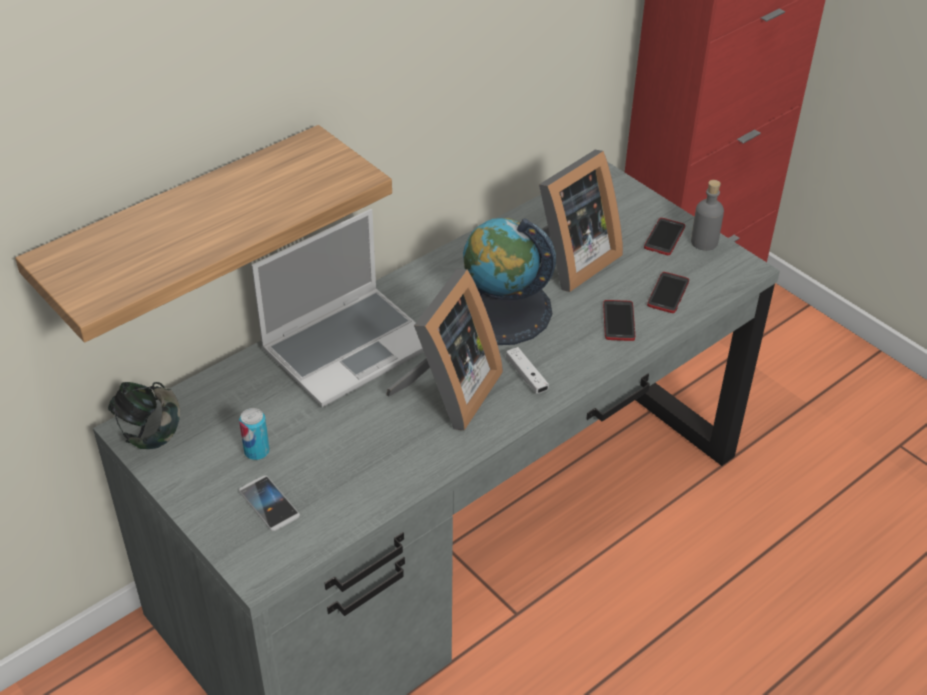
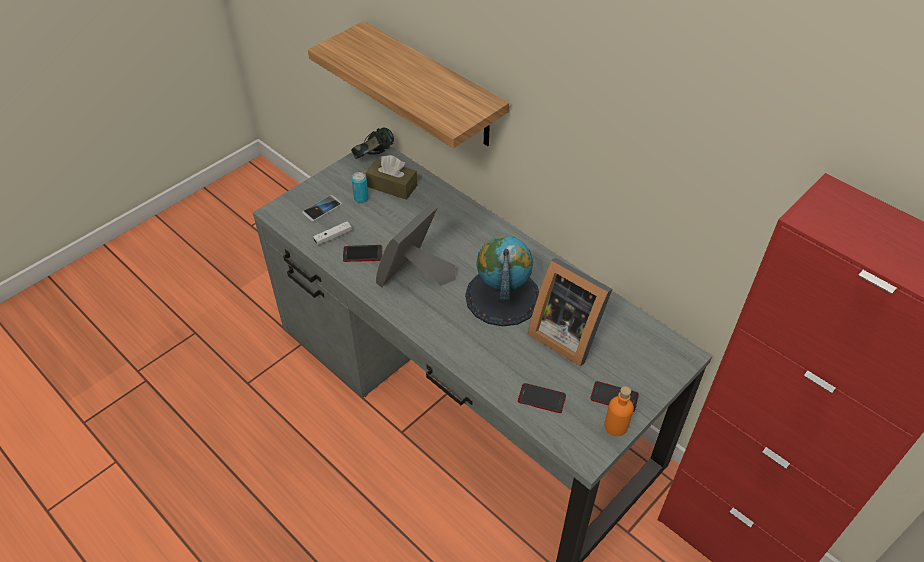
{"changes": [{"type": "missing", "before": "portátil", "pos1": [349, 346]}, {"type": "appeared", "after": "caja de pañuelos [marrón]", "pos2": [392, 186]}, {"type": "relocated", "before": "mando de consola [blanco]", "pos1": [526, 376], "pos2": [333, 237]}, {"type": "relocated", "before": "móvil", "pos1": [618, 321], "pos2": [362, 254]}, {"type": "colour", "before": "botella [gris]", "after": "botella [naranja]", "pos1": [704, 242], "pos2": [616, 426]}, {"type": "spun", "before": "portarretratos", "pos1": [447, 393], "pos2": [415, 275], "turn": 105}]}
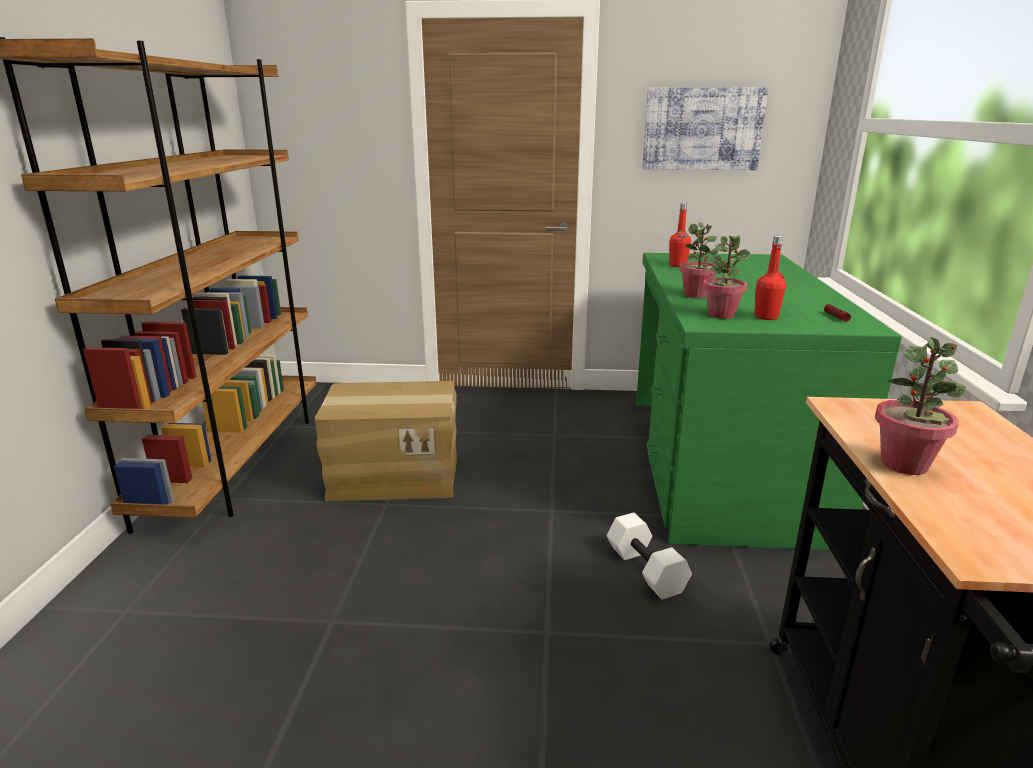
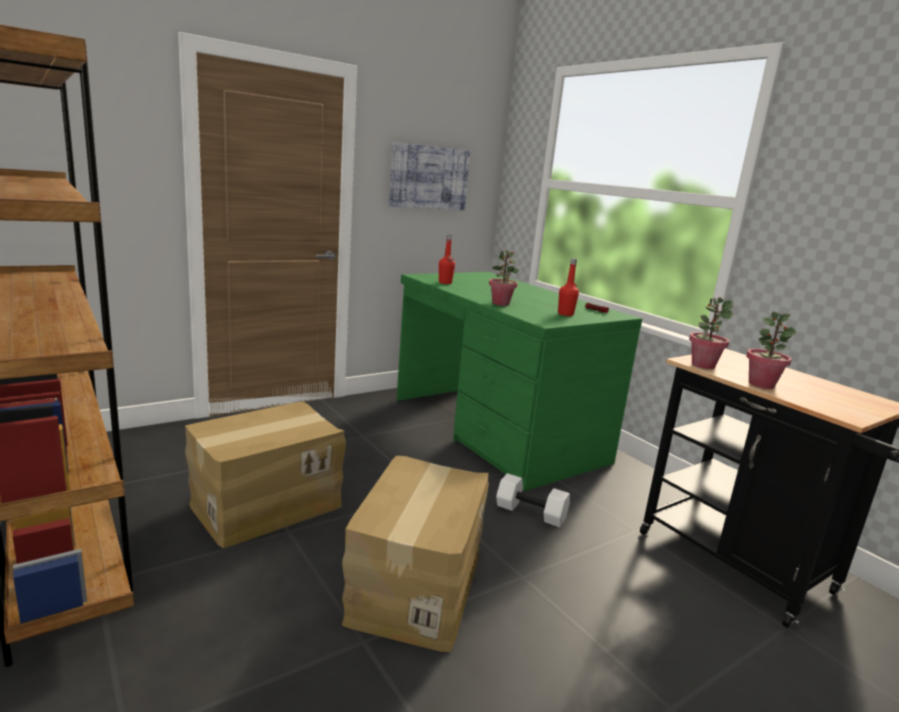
{"changes": [{"type": "appeared", "after": "caja de cartón", "pos2": [414, 586]}, {"type": "relocated", "before": "planta en maceta", "pos1": [721, 315], "pos2": [703, 365]}]}
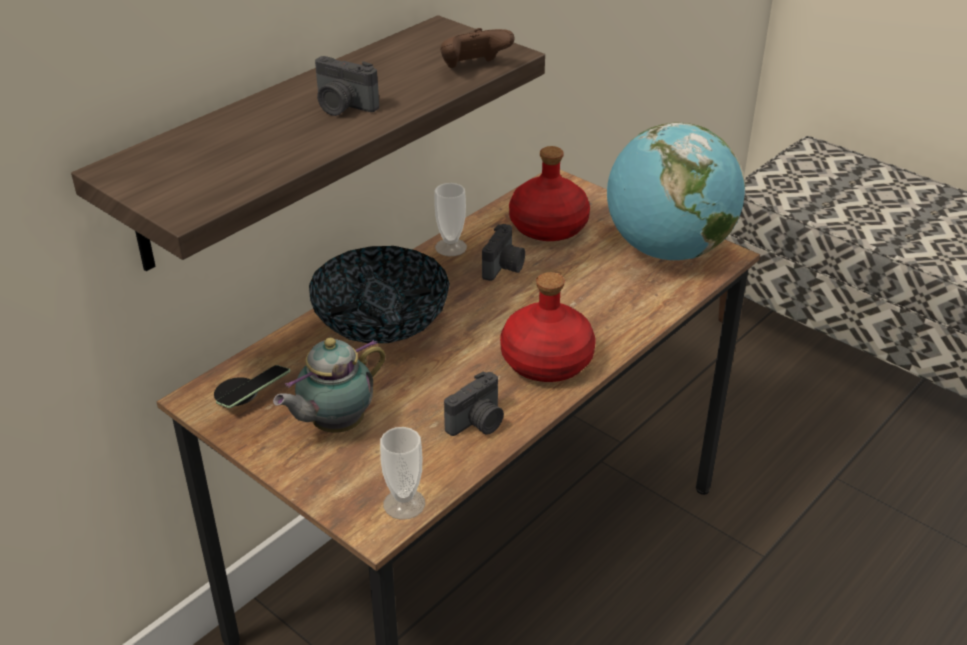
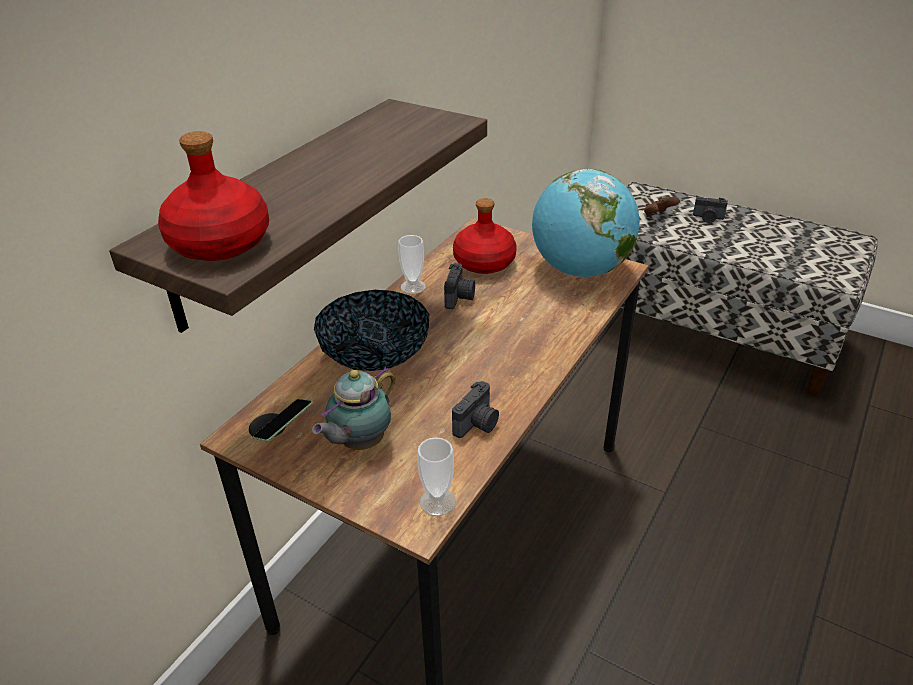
{"changes": [{"type": "relocated", "before": "cámara", "pos1": [343, 107], "pos2": [708, 218]}, {"type": "relocated", "before": "mando de consola [marrón]", "pos1": [473, 69], "pos2": [658, 216]}, {"type": "relocated", "before": "botella [rojo]", "pos1": [547, 360], "pos2": [220, 242]}]}
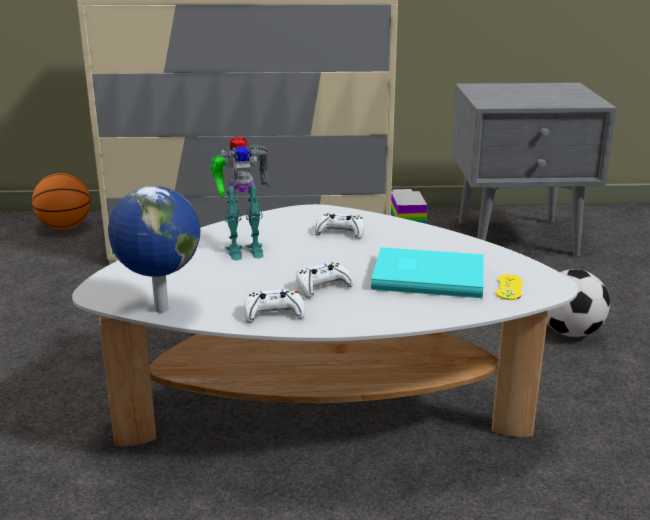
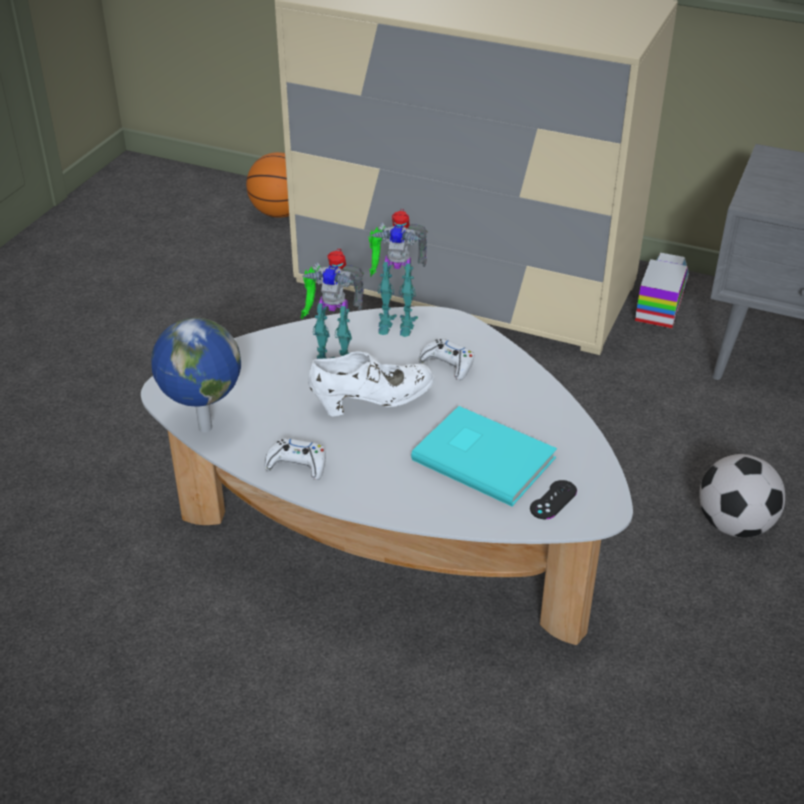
{"changes": [{"type": "missing", "before": "mando de consola [blanco]", "pos1": [322, 287]}, {"type": "appeared", "after": "zapato [blanco]", "pos2": [373, 403]}, {"type": "appeared", "after": "robot de juguete", "pos2": [395, 321]}, {"type": "colour", "before": "mando de consola [amarillo]", "after": "mando de consola [negro]", "pos1": [509, 287], "pos2": [553, 500]}]}
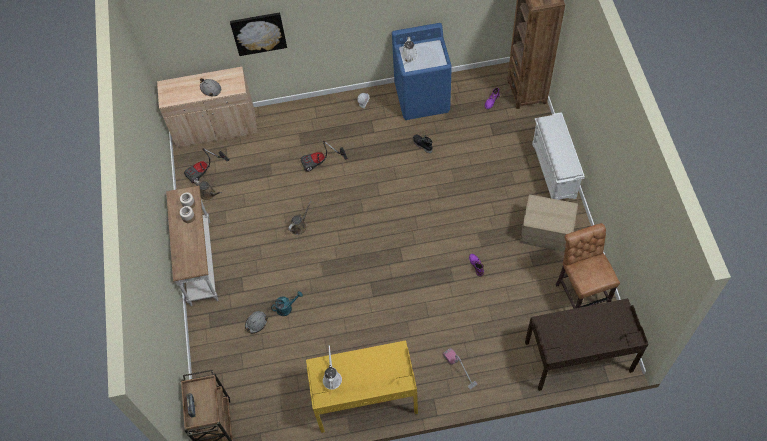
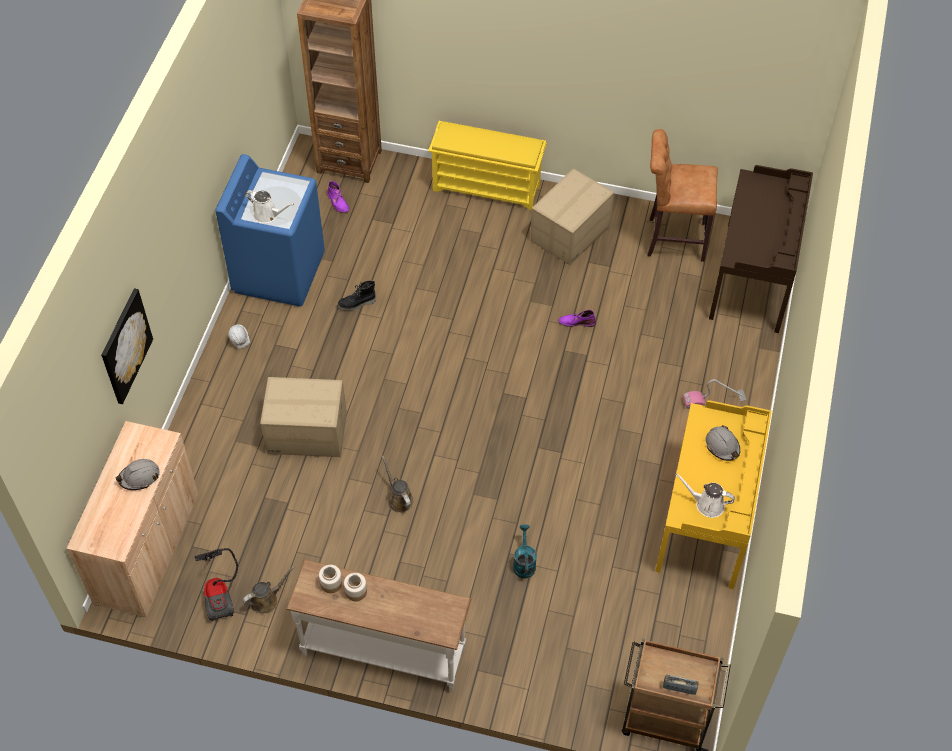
{"changes": [{"type": "relocated", "before": "casco [gris]", "pos1": [256, 323], "pos2": [722, 446]}, {"type": "exchanged", "before": "aspiradora", "after": "caja de cartón", "pos1": [320, 163], "pos2": [306, 433]}, {"type": "colour", "before": "zapatero [blanco]", "after": "zapatero [amarillo]", "pos1": [554, 171], "pos2": [487, 187]}]}
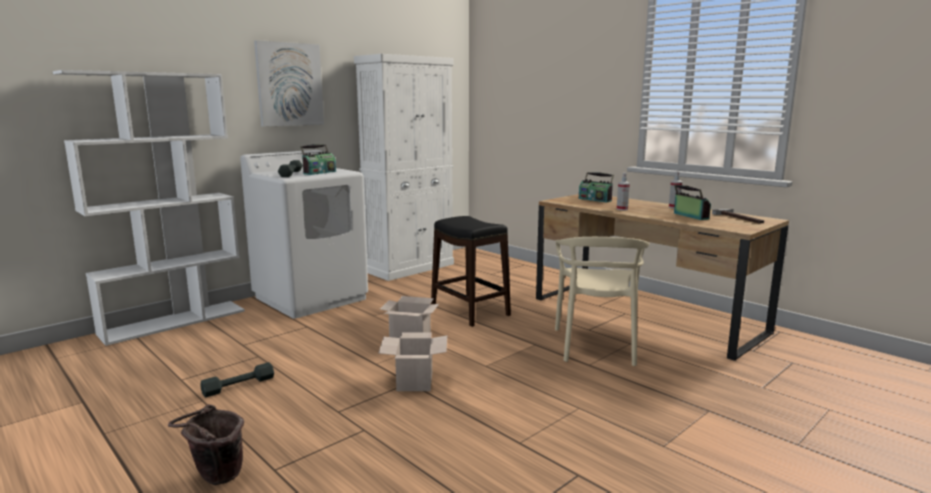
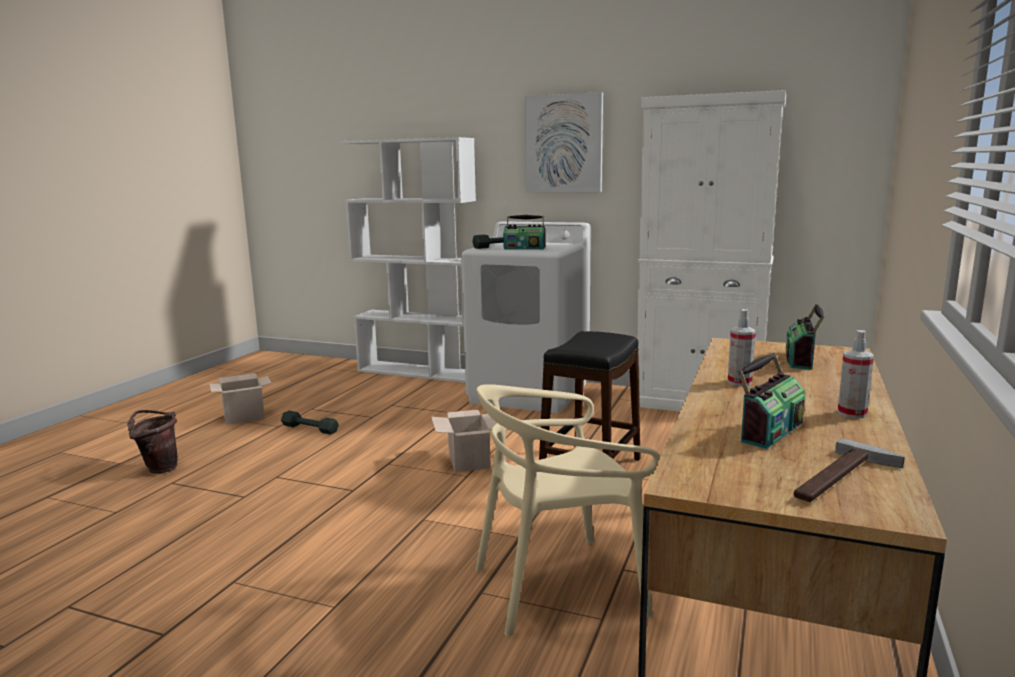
{"changes": [{"type": "relocated", "before": "caja de cartón", "pos1": [414, 381], "pos2": [245, 416]}]}
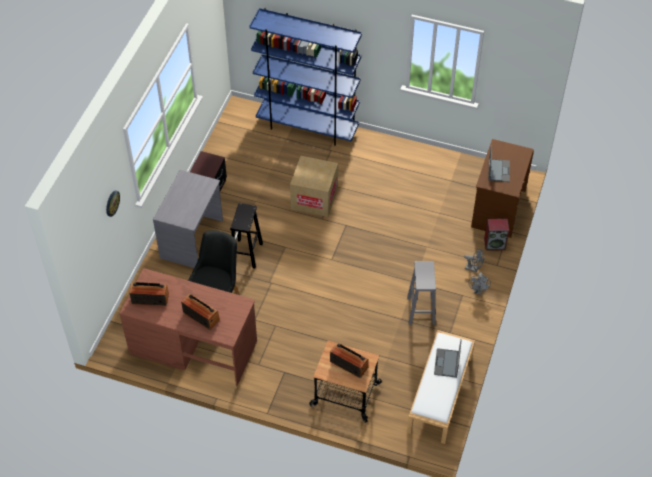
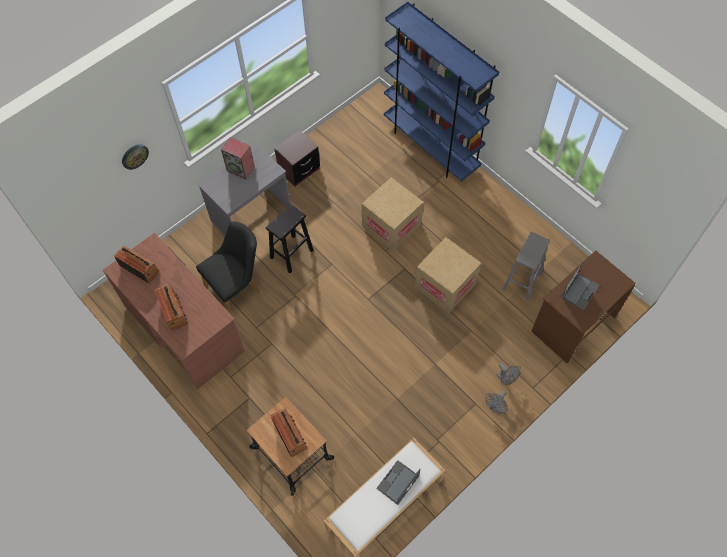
{"changes": [{"type": "appeared", "after": "caja de cartón", "pos2": [445, 285]}, {"type": "relocated", "before": "taburete [gris]", "pos1": [420, 310], "pos2": [522, 281]}, {"type": "relocated", "before": "altavoz", "pos1": [495, 244], "pos2": [241, 168]}]}
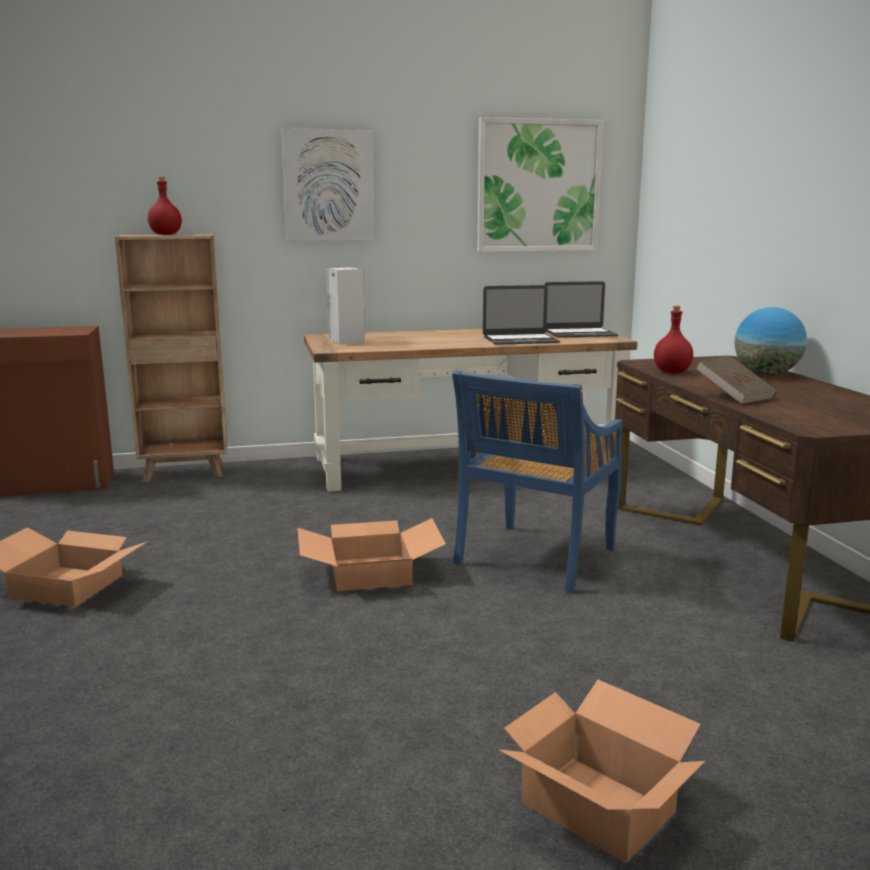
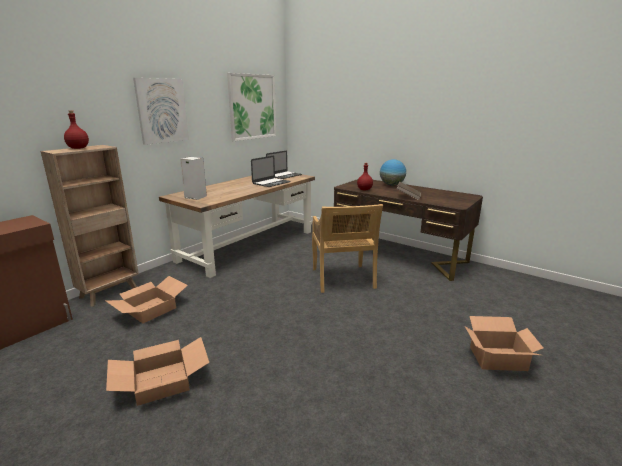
{"changes": [{"type": "relocated", "before": "caja de cartón", "pos1": [371, 572], "pos2": [151, 309]}, {"type": "colour", "before": "silla [azul]", "after": "silla [beis]", "pos1": [534, 558], "pos2": [343, 279]}]}
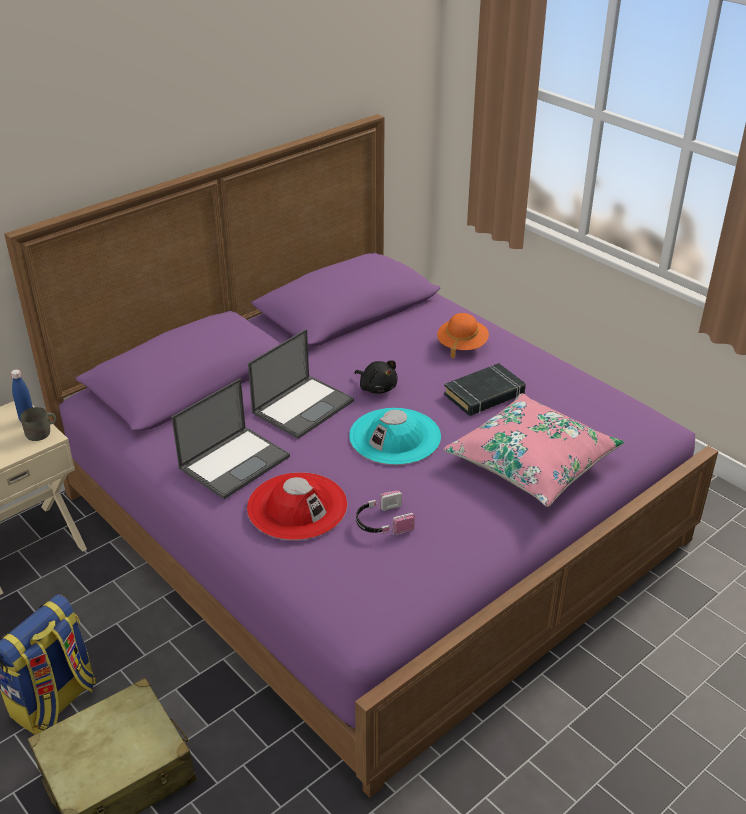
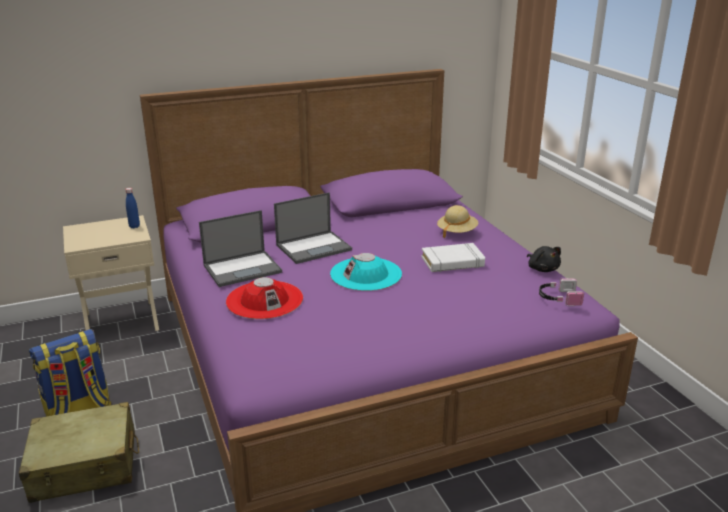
{"changes": [{"type": "missing", "before": "taza grande [gris]", "pos1": [42, 433]}, {"type": "missing", "before": "cojín [rosa]", "pos1": [531, 462]}, {"type": "relocated", "before": "peluche [negro]", "pos1": [377, 387], "pos2": [542, 269]}, {"type": "relocated", "before": "auriculares", "pos1": [382, 523], "pos2": [558, 298]}, {"type": "colour", "before": "sombrero [naranja]", "after": "sombrero [beis]", "pos1": [462, 345], "pos2": [457, 232]}, {"type": "colour", "before": "libro [negro]", "after": "libro [blanco]", "pos1": [484, 395], "pos2": [452, 262]}]}
